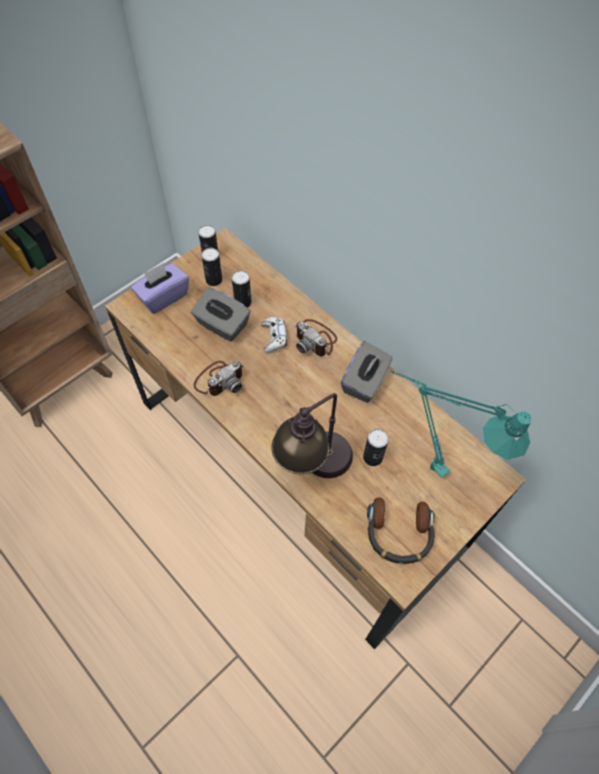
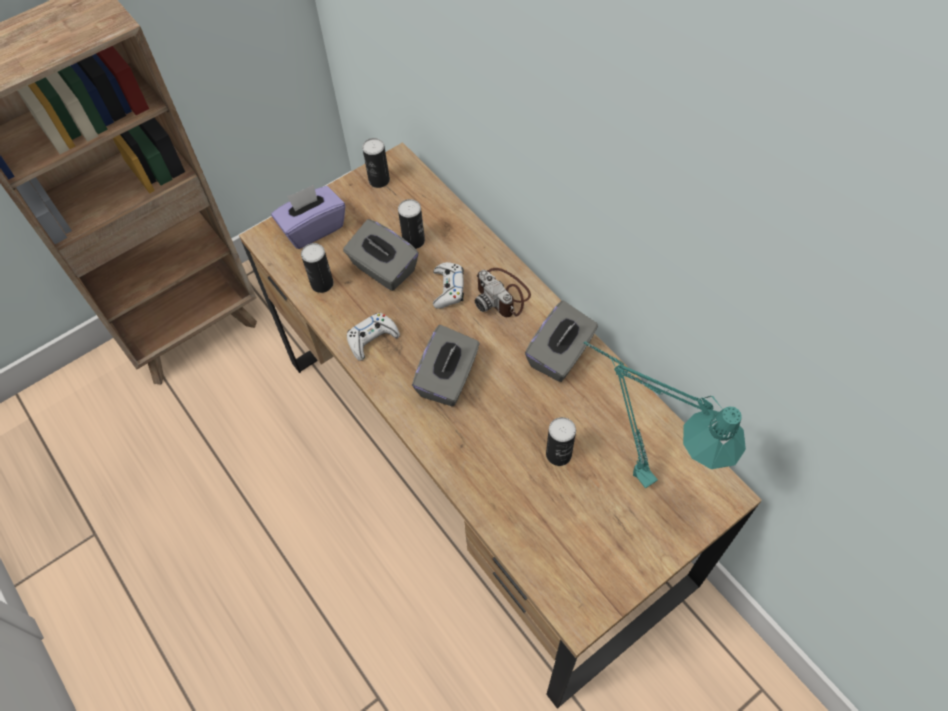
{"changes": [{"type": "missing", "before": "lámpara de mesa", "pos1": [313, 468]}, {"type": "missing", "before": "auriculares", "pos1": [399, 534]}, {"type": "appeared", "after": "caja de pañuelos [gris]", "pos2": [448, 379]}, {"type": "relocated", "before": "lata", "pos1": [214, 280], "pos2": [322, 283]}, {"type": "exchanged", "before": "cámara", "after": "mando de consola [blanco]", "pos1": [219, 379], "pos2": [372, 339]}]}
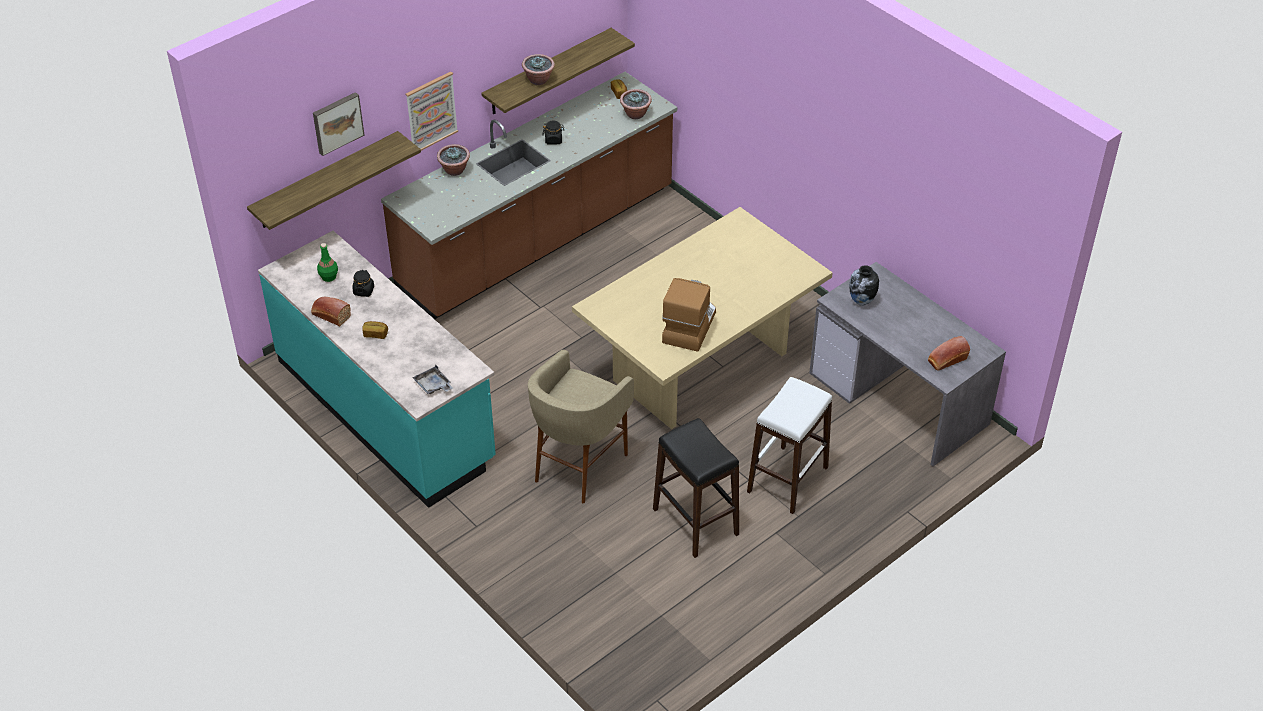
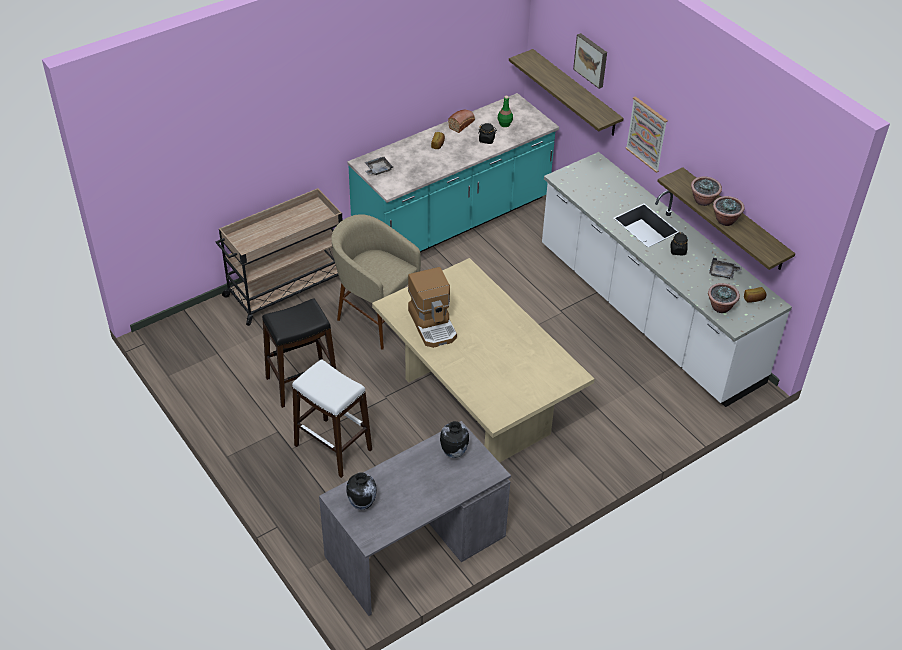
{"changes": [{"type": "appeared", "after": "carrito [beis]", "pos2": [286, 288]}, {"type": "appeared", "after": "bandeja [gris]", "pos2": [723, 273]}, {"type": "relocated", "before": "planta en maceta", "pos1": [454, 170], "pos2": [725, 220]}, {"type": "exchanged", "before": "pan", "after": "florero", "pos1": [946, 360], "pos2": [362, 504]}, {"type": "colour", "before": "mueble bajo de cocina [marrón]", "after": "mueble bajo de cocina [blanco]", "pos1": [538, 240], "pos2": [647, 314]}, {"type": "spun", "before": "cafetera", "pos1": [688, 326], "pos2": [433, 324], "turn": 45}]}
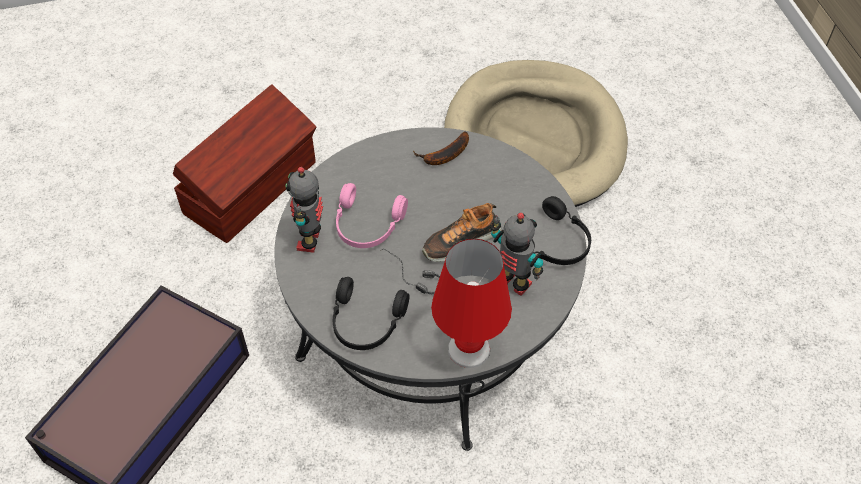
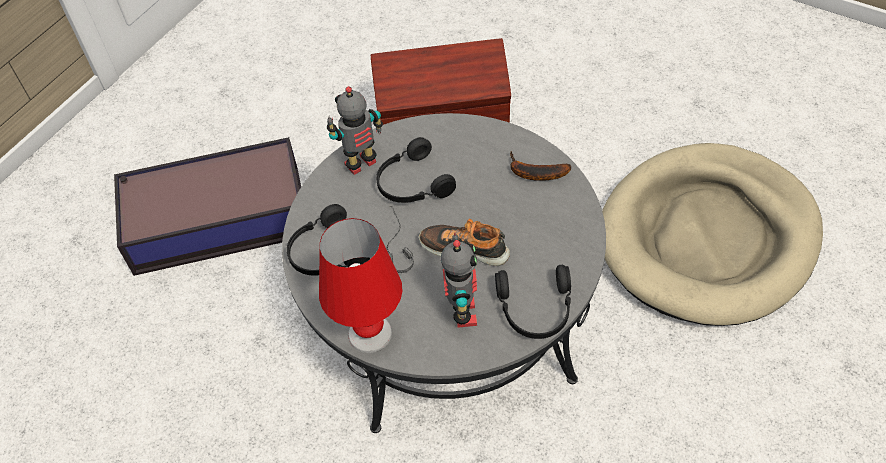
{"changes": [{"type": "colour", "before": "auriculares [rosa]", "after": "auriculares [negro]", "pos1": [367, 226], "pos2": [412, 184]}]}
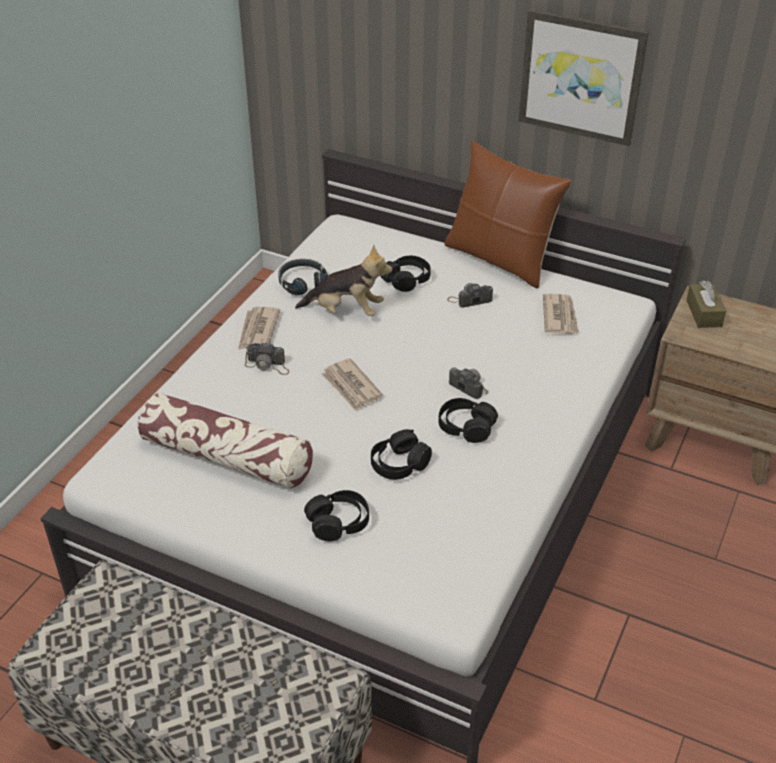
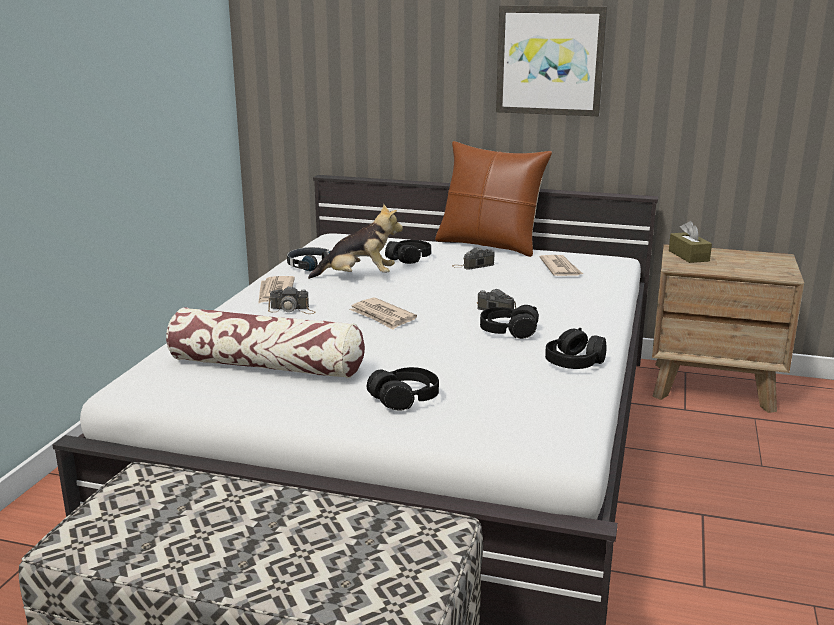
{"changes": [{"type": "relocated", "before": "auriculares [negro]", "pos1": [399, 464], "pos2": [574, 362]}]}
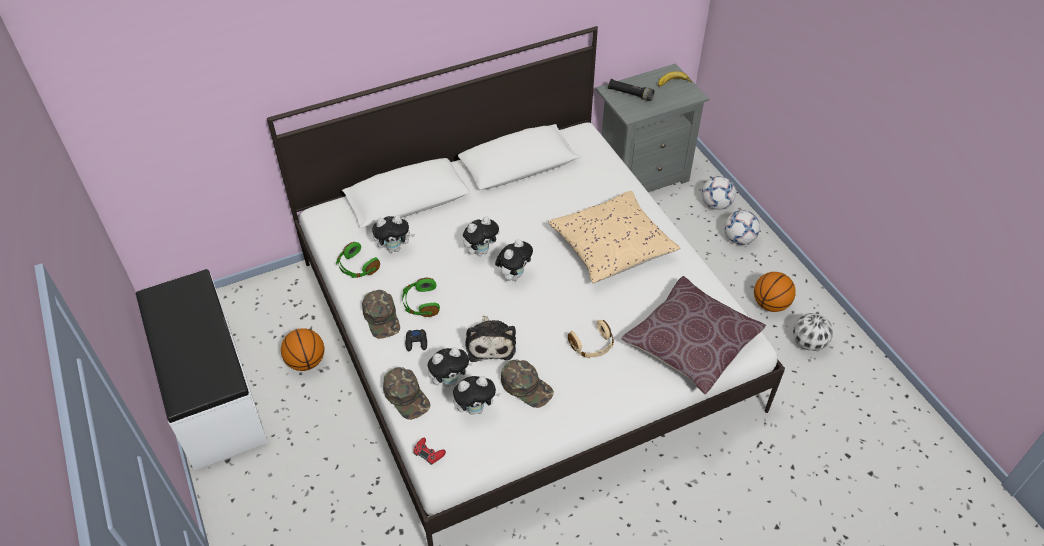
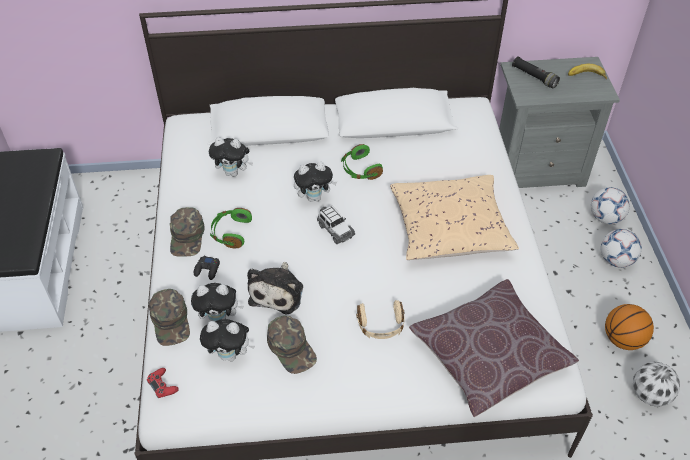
{"changes": [{"type": "missing", "before": "balón de baloncesto", "pos1": [306, 361]}, {"type": "relocated", "before": "auriculares [verde]", "pos1": [357, 267], "pos2": [360, 169]}, {"type": "exchanged", "before": "peluche", "after": "coche de juguete", "pos1": [514, 275], "pos2": [335, 230]}]}
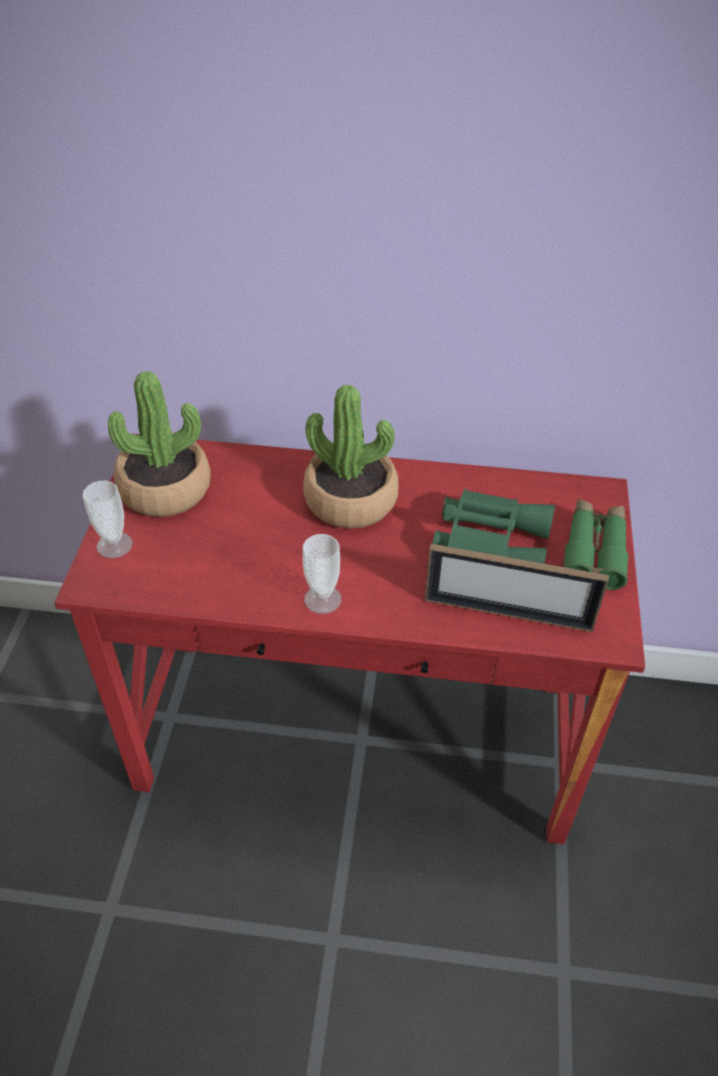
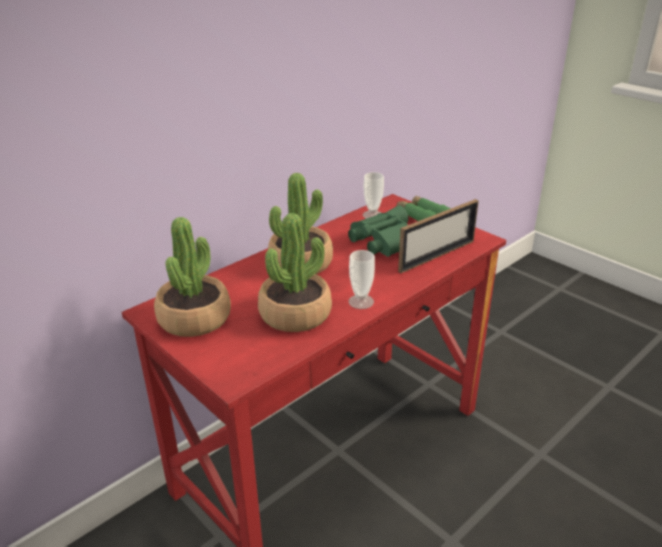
{"changes": [{"type": "appeared", "after": "planta en maceta", "pos2": [295, 314]}, {"type": "relocated", "before": "taza", "pos1": [114, 545], "pos2": [372, 215]}]}
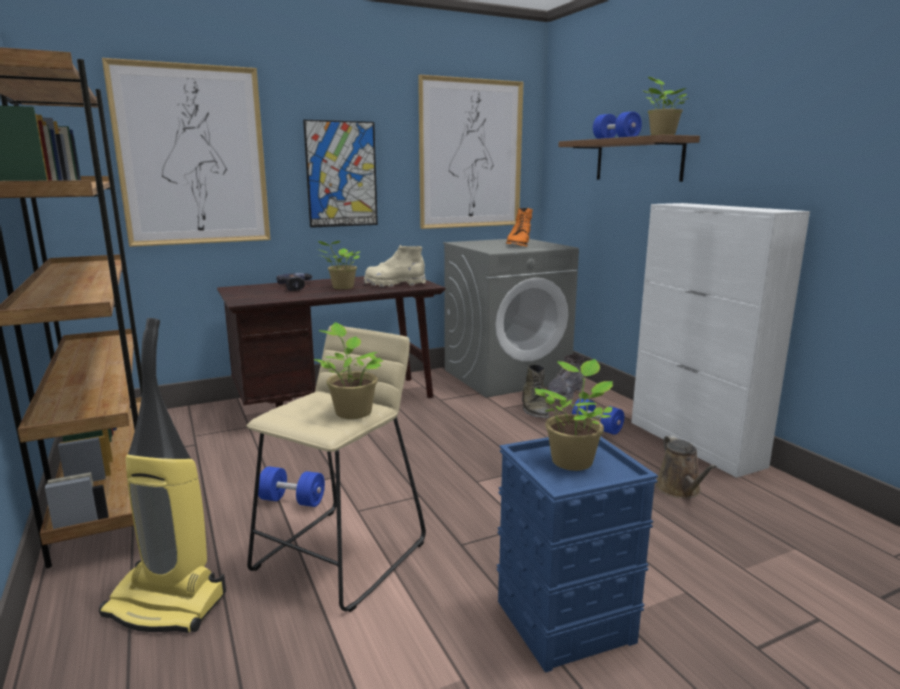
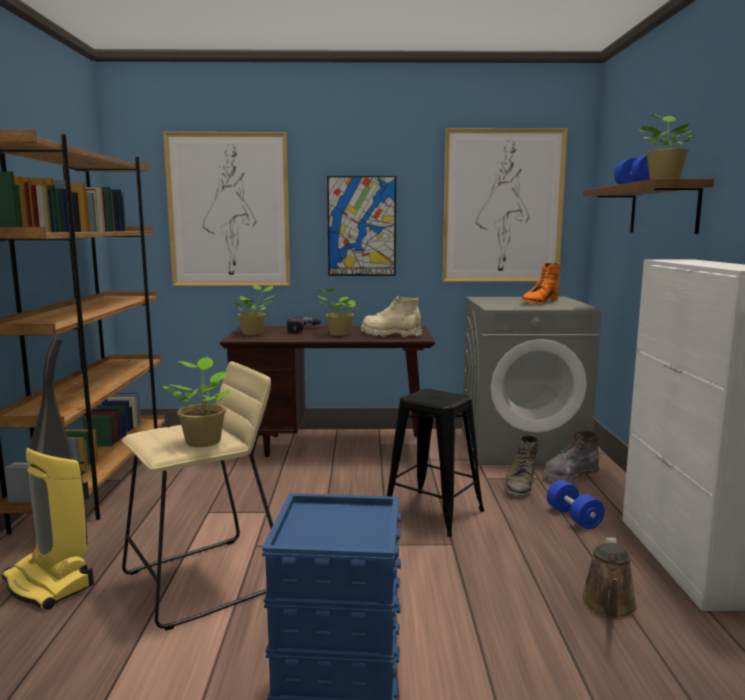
{"changes": [{"type": "missing", "before": "mancuerna [azul]", "pos1": [292, 501]}, {"type": "appeared", "after": "taburete [negro]", "pos2": [433, 513]}, {"type": "relocated", "before": "planta en maceta", "pos1": [573, 460], "pos2": [254, 333]}]}
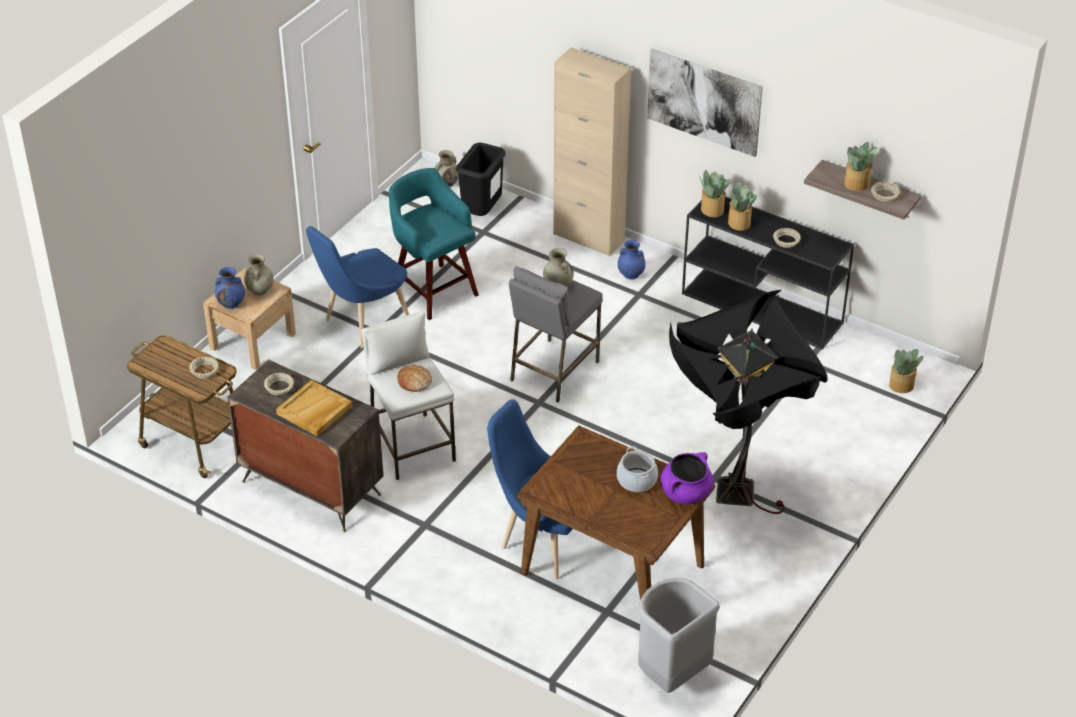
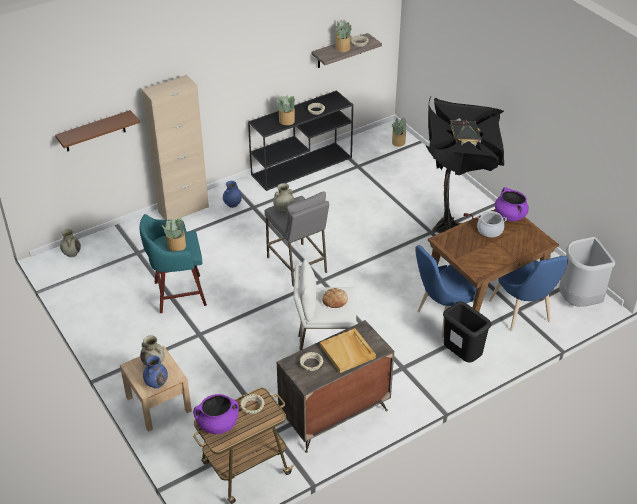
{"changes": [{"type": "missing", "before": "cuadro", "pos1": [704, 102]}, {"type": "appeared", "after": "estante [marrón]", "pos2": [95, 131]}, {"type": "appeared", "after": "olla [morado]", "pos2": [217, 424]}, {"type": "relocated", "before": "silla [azul]", "pos1": [362, 323], "pos2": [522, 314]}, {"type": "relocated", "before": "papelera [negro]", "pos1": [482, 213], "pos2": [462, 356]}, {"type": "relocated", "before": "planta en maceta", "pos1": [712, 209], "pos2": [176, 246]}]}
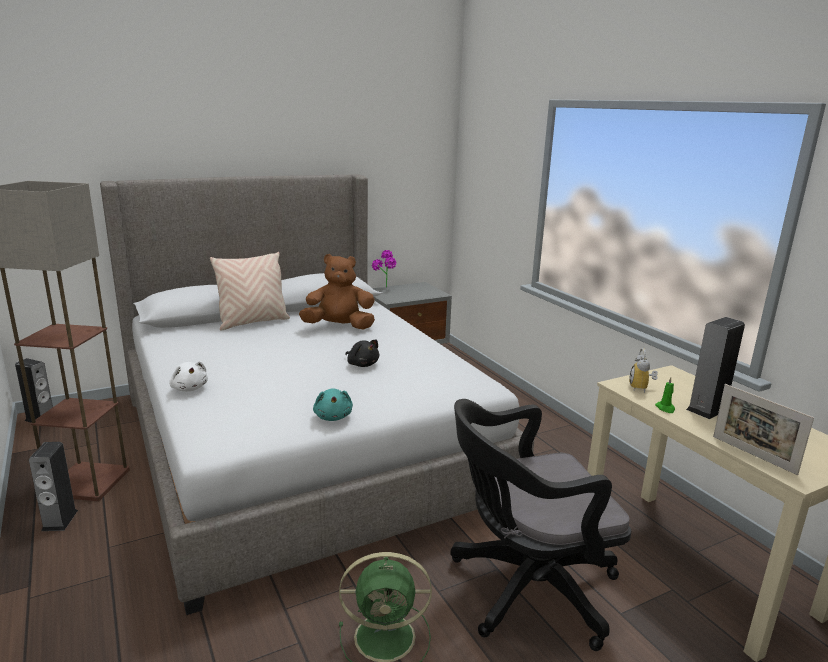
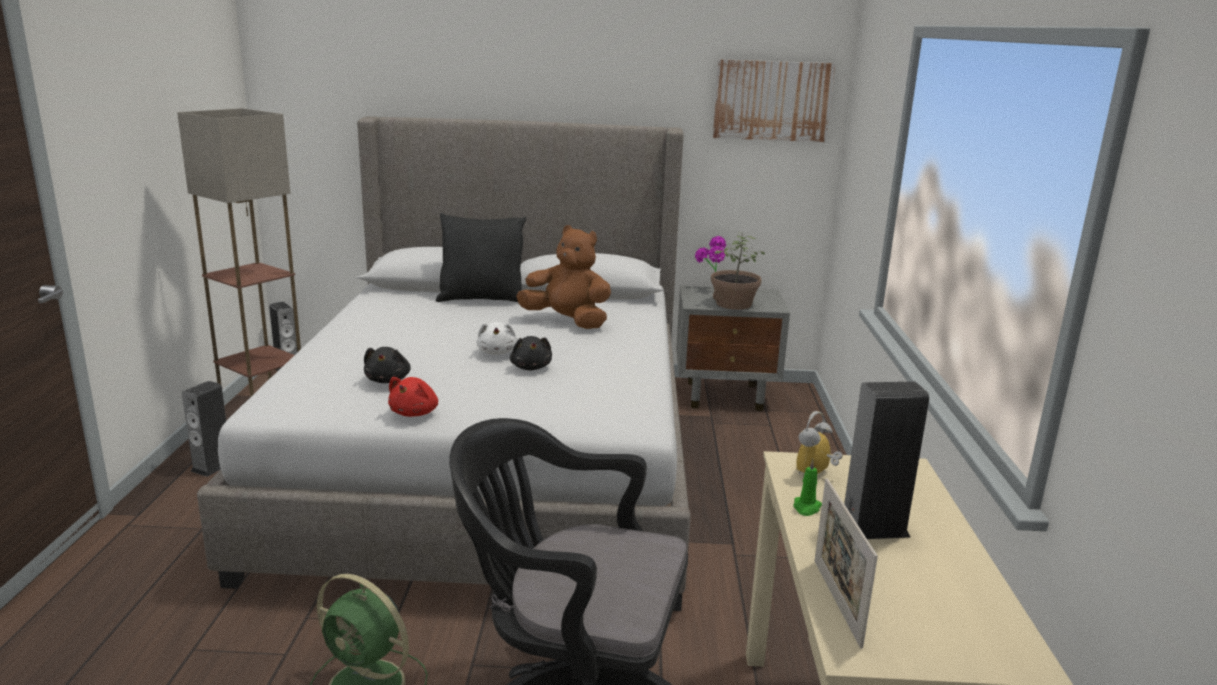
{"changes": [{"type": "appeared", "after": "peluche [negro]", "pos2": [388, 380]}, {"type": "appeared", "after": "planta en maceta", "pos2": [733, 304]}, {"type": "appeared", "after": "cuadro", "pos2": [772, 100]}, {"type": "relocated", "before": "peluche [blanco]", "pos1": [189, 388], "pos2": [497, 352]}, {"type": "colour", "before": "cojín [beis]", "after": "cojín [negro]", "pos1": [253, 322], "pos2": [481, 299]}, {"type": "colour", "before": "peluche [turquesa]", "after": "peluche [rojo]", "pos1": [333, 417], "pos2": [415, 413]}]}
